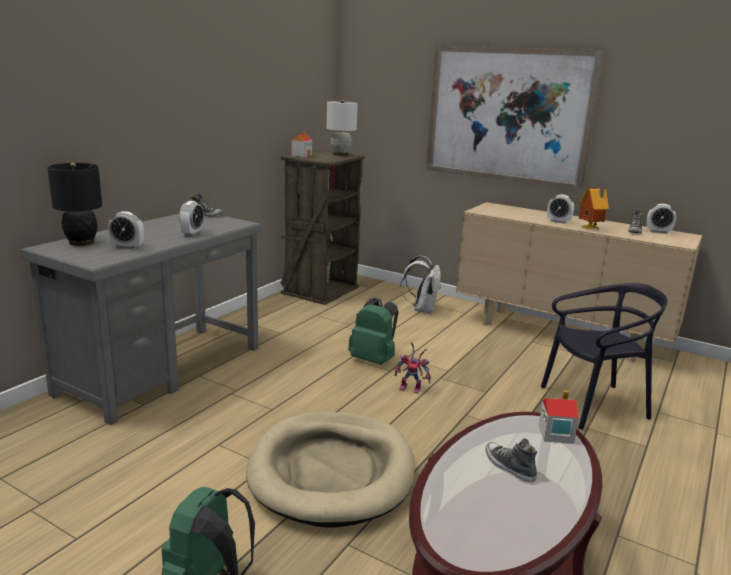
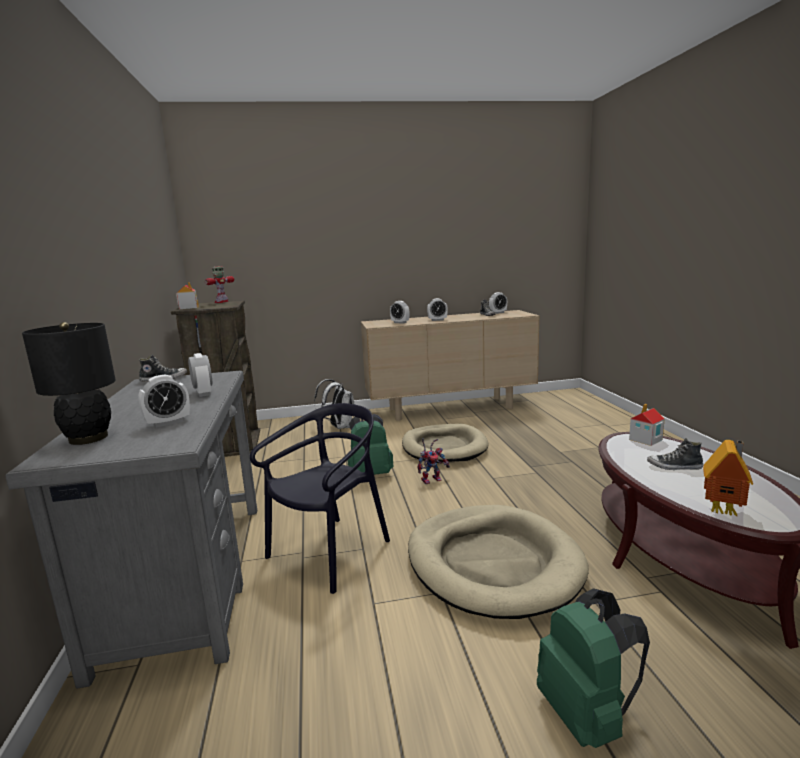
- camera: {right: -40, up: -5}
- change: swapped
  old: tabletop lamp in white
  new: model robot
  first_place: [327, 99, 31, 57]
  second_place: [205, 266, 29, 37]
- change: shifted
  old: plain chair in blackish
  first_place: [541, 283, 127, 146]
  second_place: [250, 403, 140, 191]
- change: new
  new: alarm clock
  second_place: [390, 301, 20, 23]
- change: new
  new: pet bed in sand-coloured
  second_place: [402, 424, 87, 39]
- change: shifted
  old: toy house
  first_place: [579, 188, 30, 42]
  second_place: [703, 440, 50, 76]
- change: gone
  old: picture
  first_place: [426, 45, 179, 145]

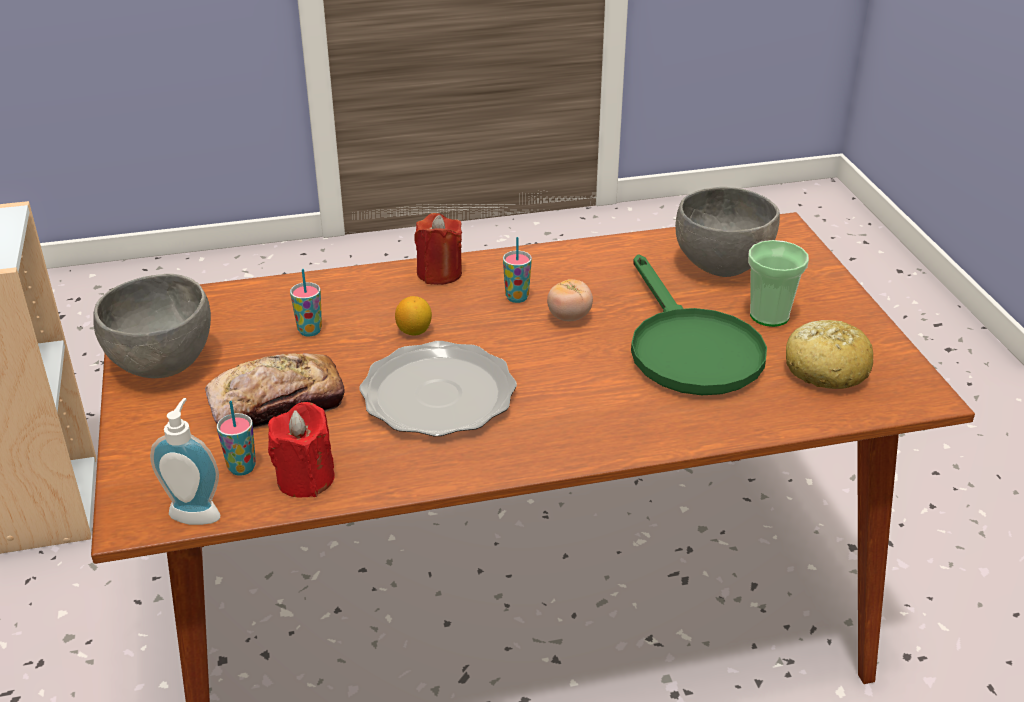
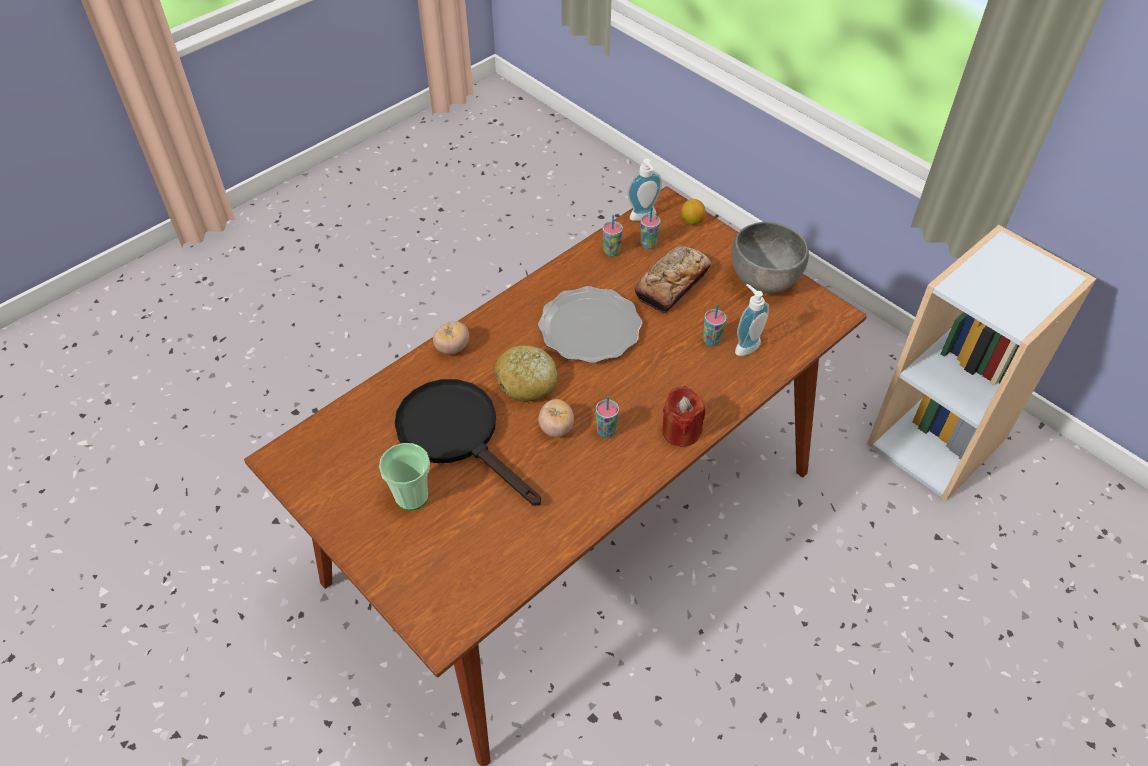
- camera: {right: 150, up: 15}
- change: repainted
  old: skillet in greenish
  new: skillet in blackish
  first_place: [631, 254, 136, 141]
  second_place: [394, 379, 147, 127]
- change: new
  new: whole tomato
  second_place: [433, 321, 36, 33]
- change: shifted
  old: bakery bread
  first_place: [786, 320, 87, 69]
  second_place: [495, 345, 62, 57]
- change: swapped
  old: candle in red-coloured
  new: small cup
  first_place: [268, 402, 67, 96]
  second_place: [603, 215, 20, 42]
- change: shifted
  old: whole lemon
  first_place: [395, 296, 37, 39]
  second_place: [681, 199, 24, 26]
- change: new
  new: liquid soap bottle
  second_place: [735, 284, 34, 72]
- change: gone
  old: deep dish in greyish
  first_place: [675, 187, 105, 90]

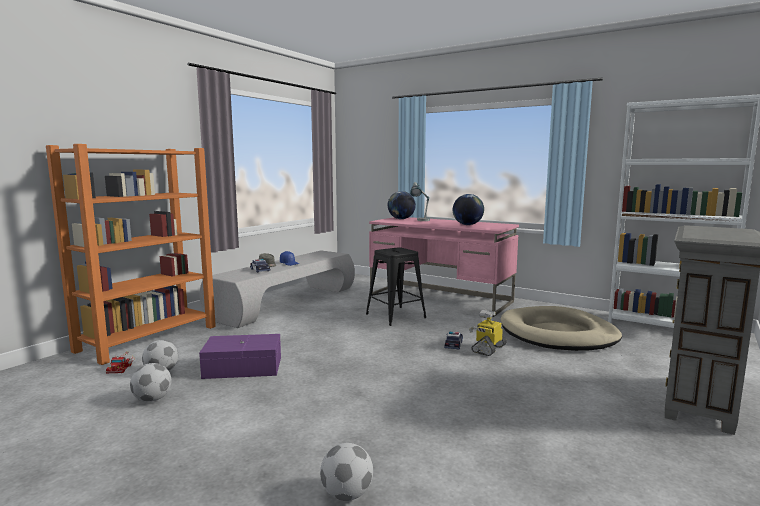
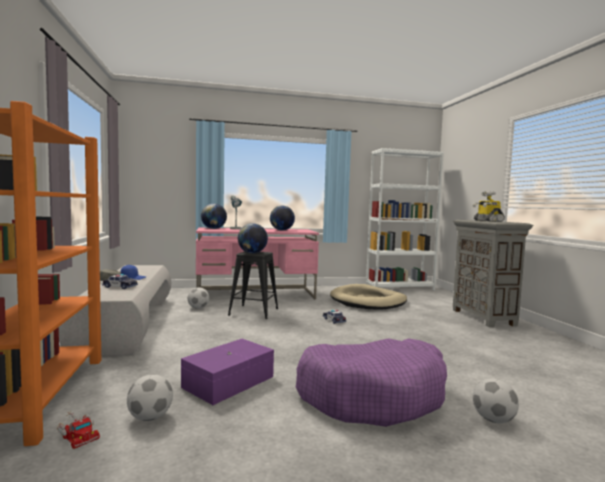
- camera: {right: -45, up: -5}
- change: shifted
  old: football ball
  first_place: [130, 363, 42, 39]
  second_place: [188, 287, 21, 22]
- change: new
  new: desk globe
  second_place: [238, 223, 30, 30]
- change: new
  new: pet bed in purple
  second_place: [296, 338, 151, 89]
- change: shifted
  old: model robot
  first_place: [469, 309, 38, 47]
  second_place: [473, 191, 32, 31]

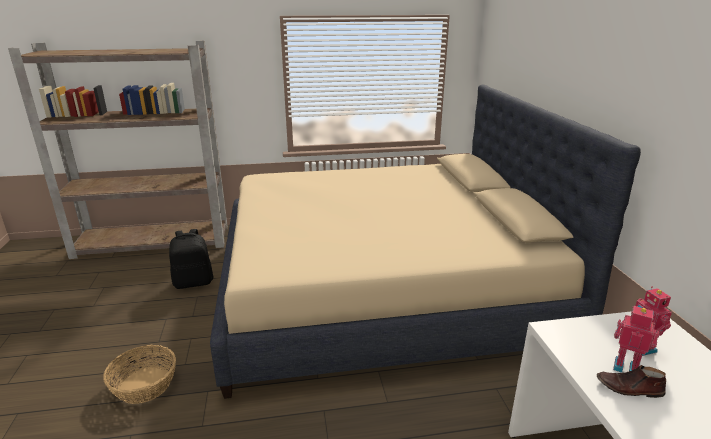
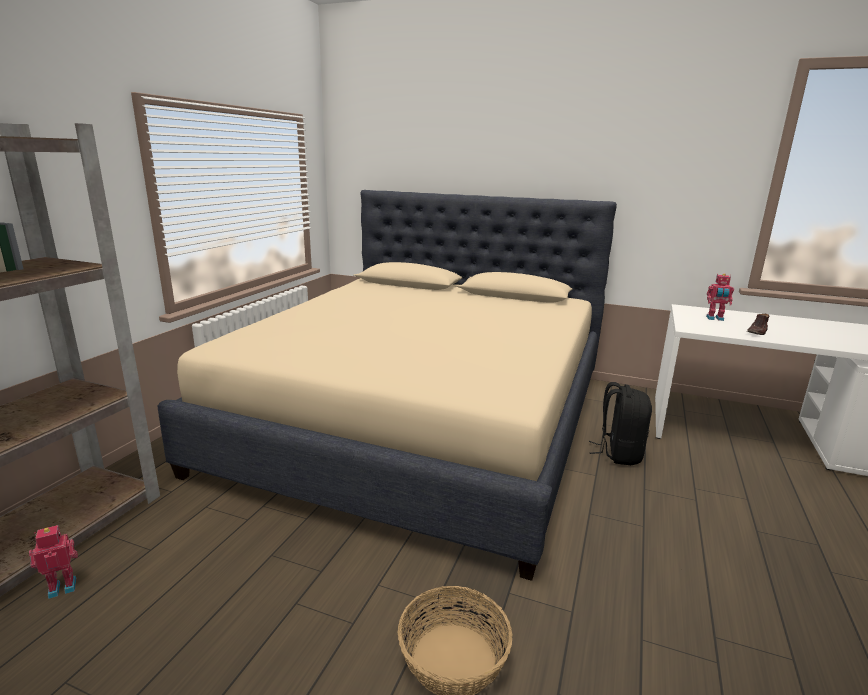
- camera: {right: -60, up: -5}
- change: shifted
  old: model robot
  first_place: [613, 306, 47, 67]
  second_place: [29, 525, 49, 74]
- change: shifted
  old: rucksack in blackish
  first_place: [169, 229, 44, 60]
  second_place: [589, 382, 63, 83]

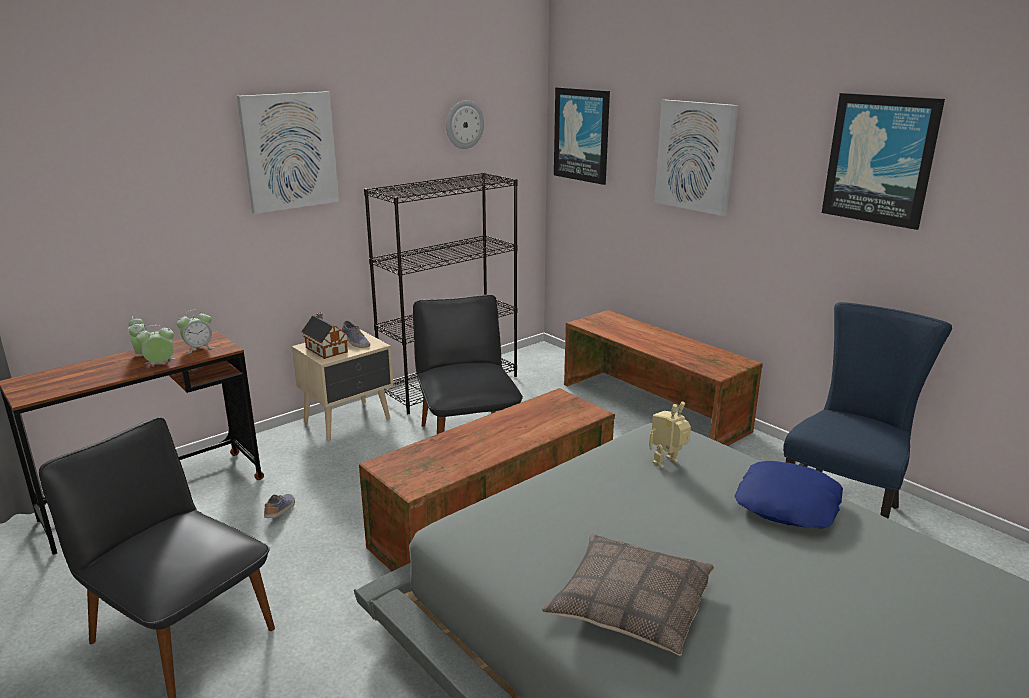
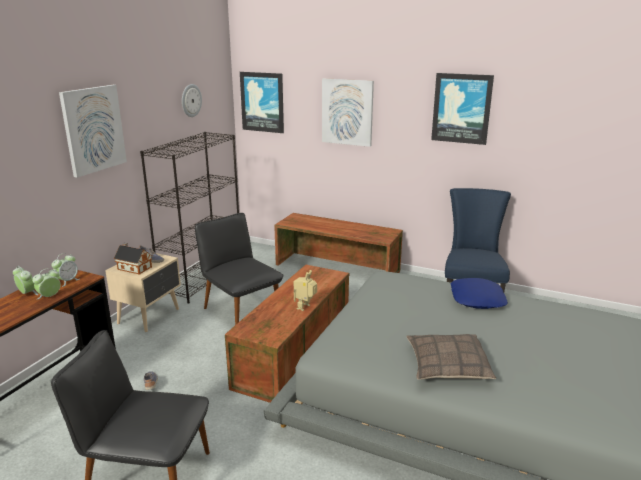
- camera: {right: -25, up: 0}
- change: shifted
  old: model robot
  first_place: [649, 402, 42, 66]
  second_place: [294, 270, 23, 41]

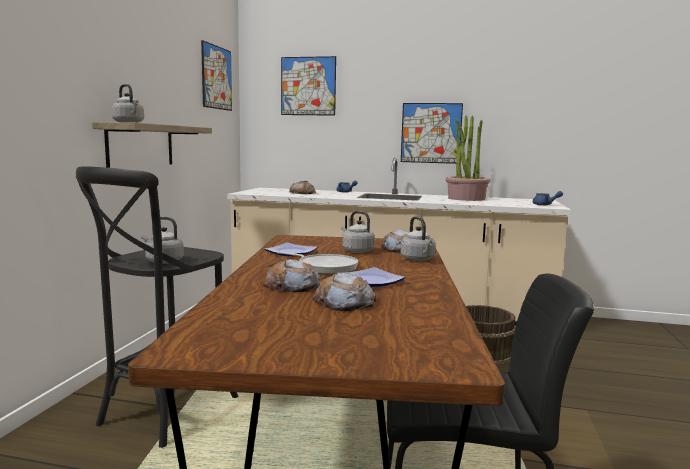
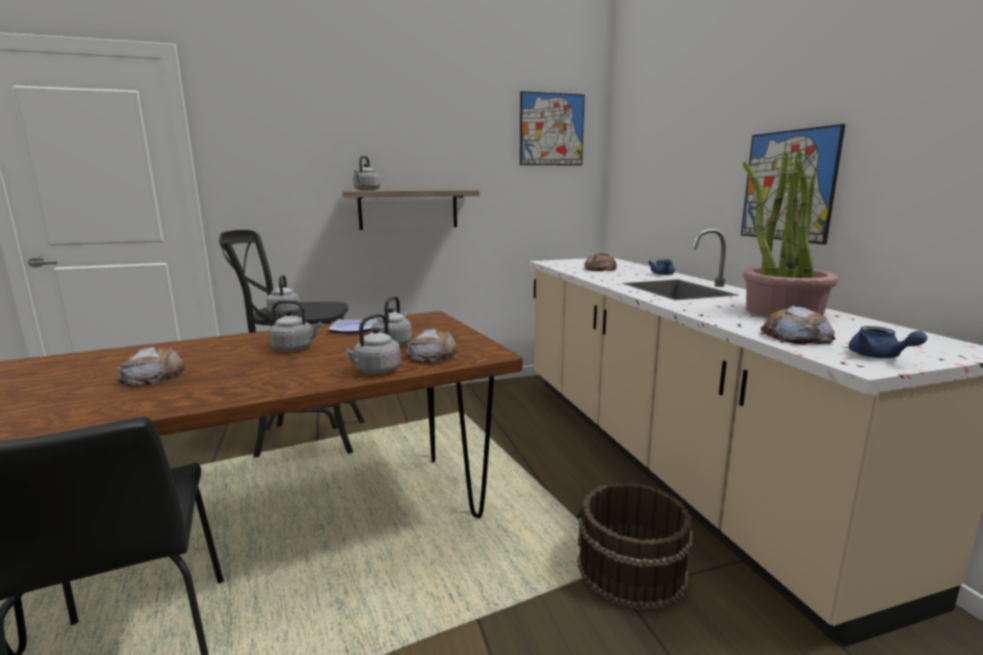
- camera: {right: 60, up: 5}
- change: swapped
  old: skillet
  new: water kettle in greyish
  first_place: [277, 251, 81, 24]
  second_place: [269, 300, 53, 51]
- change: shifted
  old: bakery bread
  first_place: [263, 259, 57, 33]
  second_place: [761, 306, 74, 39]
- change: gone
  old: picture
  first_place: [281, 56, 55, 60]
- change: gone
  old: flat dish
  first_place: [344, 267, 61, 20]

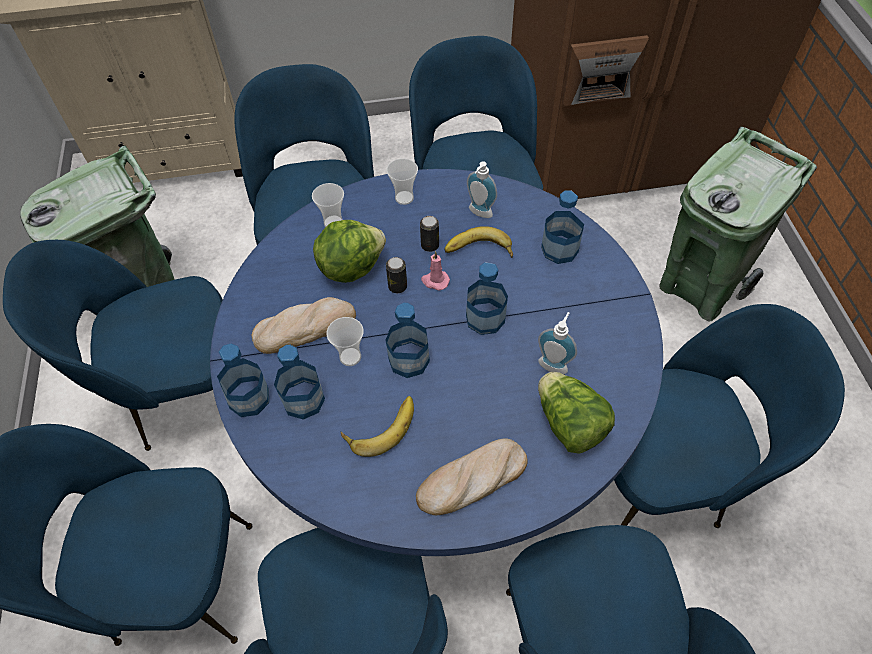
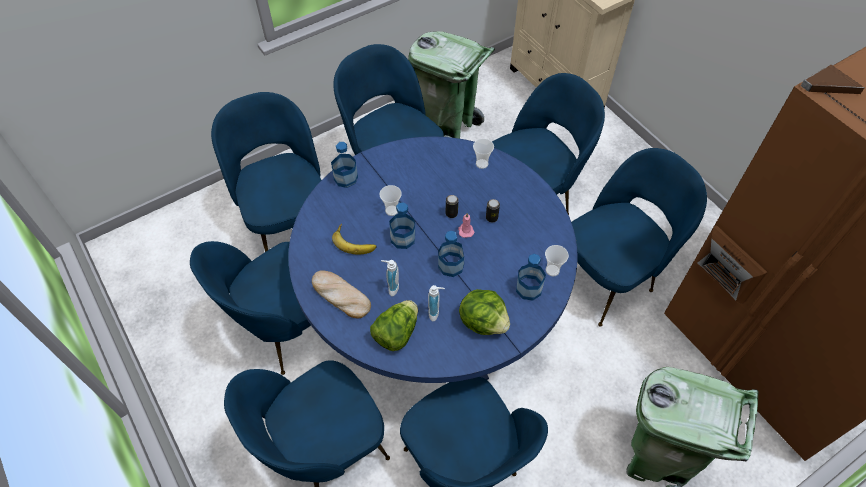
- camera: {right: 65, up: 0}
- change: shifted
  old: liquid soap bottle
  first_place: [467, 161, 30, 57]
  second_place: [381, 260, 18, 36]
- change: shifted
  old: lettuce
  first_place: [313, 220, 73, 63]
  second_place: [459, 289, 51, 46]
- change: shifted
  old: small cup
  first_place: [387, 158, 31, 47]
  second_place: [545, 245, 24, 31]
- change: gone
  old: bakery bread
  first_place: [252, 297, 104, 57]
- change: gone
  old: bottle
  first_place: [274, 345, 51, 75]
- change: gone
  old: banana fruit
  first_place: [444, 226, 69, 32]

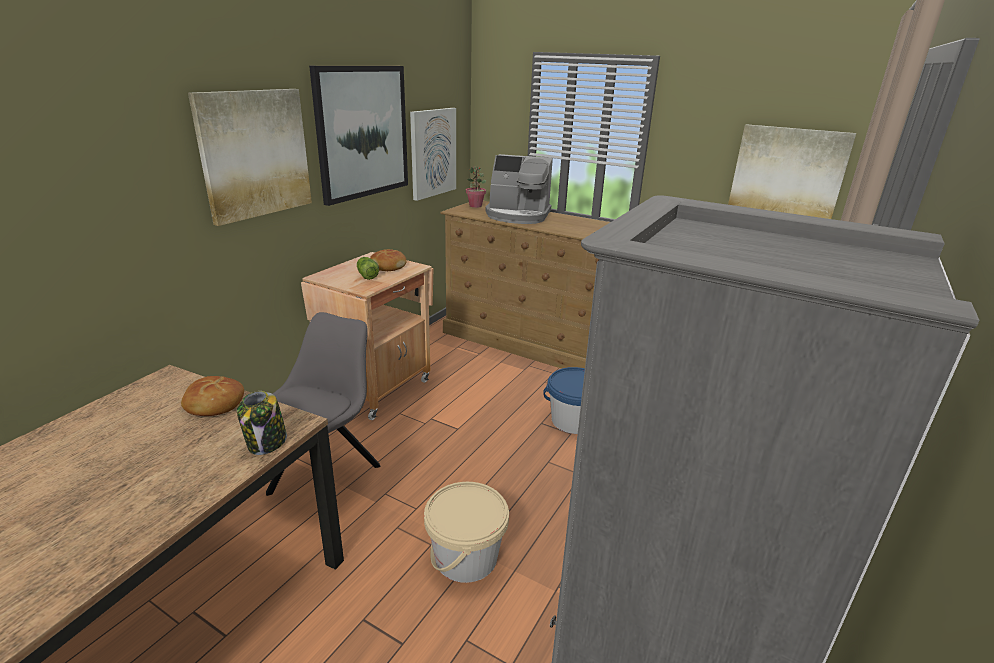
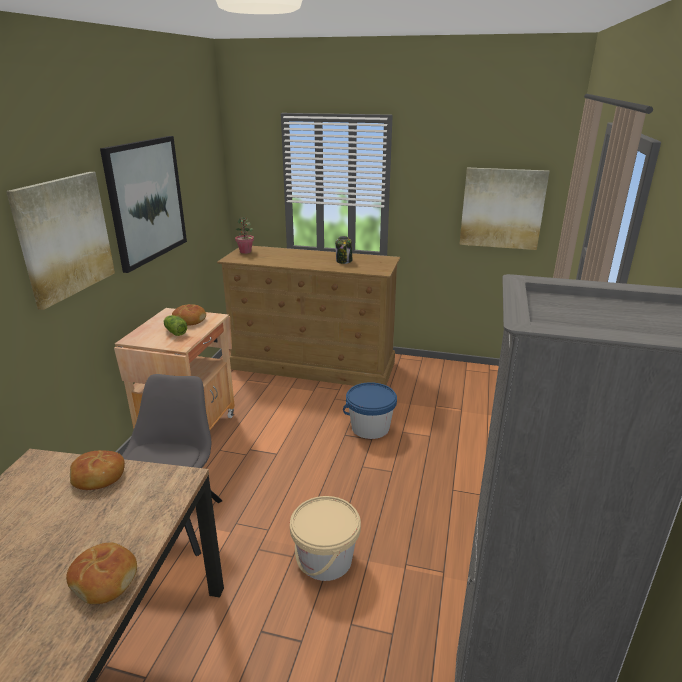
- camera: {right: -15, up: 0}
- change: new
  new: bakery bread
  second_place: [66, 542, 71, 62]
- change: shifted
  old: jar
  first_place: [237, 391, 50, 64]
  second_place: [335, 236, 17, 28]
- change: gone
  old: picture
  first_place: [410, 108, 46, 93]
- change: gone
  old: coffee maker
  first_place: [486, 154, 67, 70]

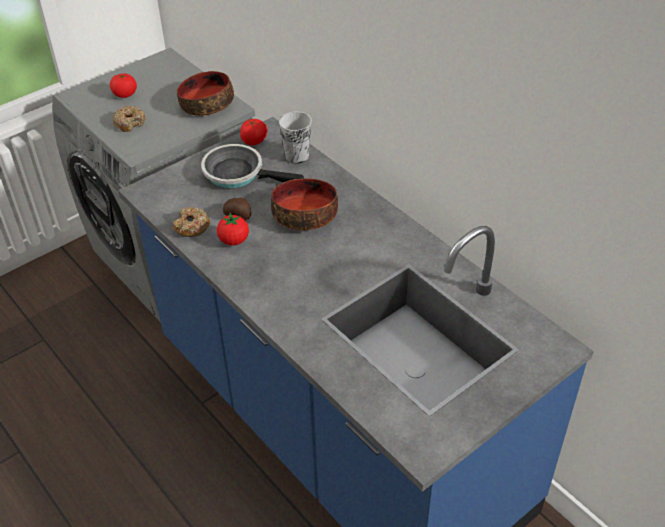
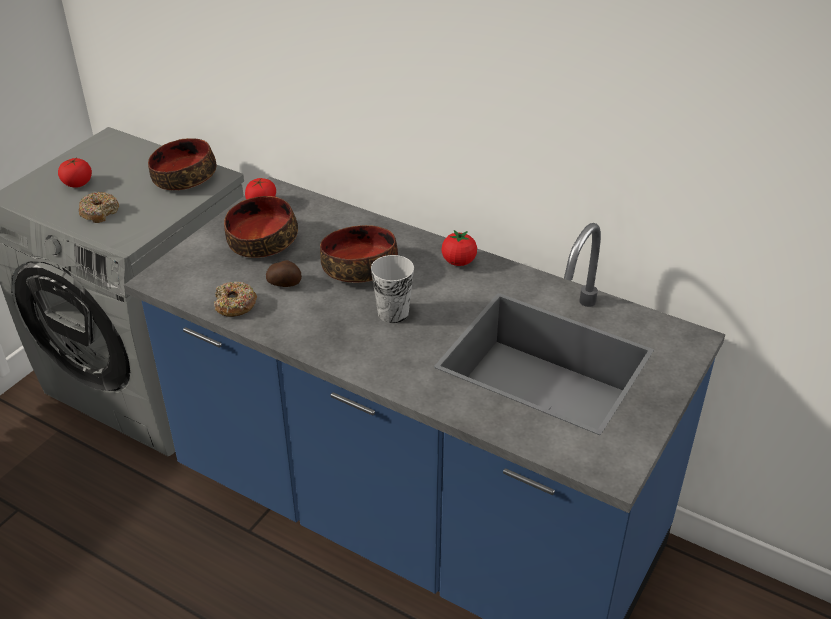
- camera: {right: -20, up: -5}
- change: swapped
  old: skillet
  new: deep dish
  first_place: [201, 144, 103, 44]
  second_place: [224, 196, 74, 62]
- change: shifted
  old: small cup
  first_place: [279, 112, 33, 52]
  second_place: [371, 255, 43, 68]
- change: shifted
  old: whole tomato
  first_place: [217, 213, 32, 33]
  second_place: [441, 230, 36, 36]

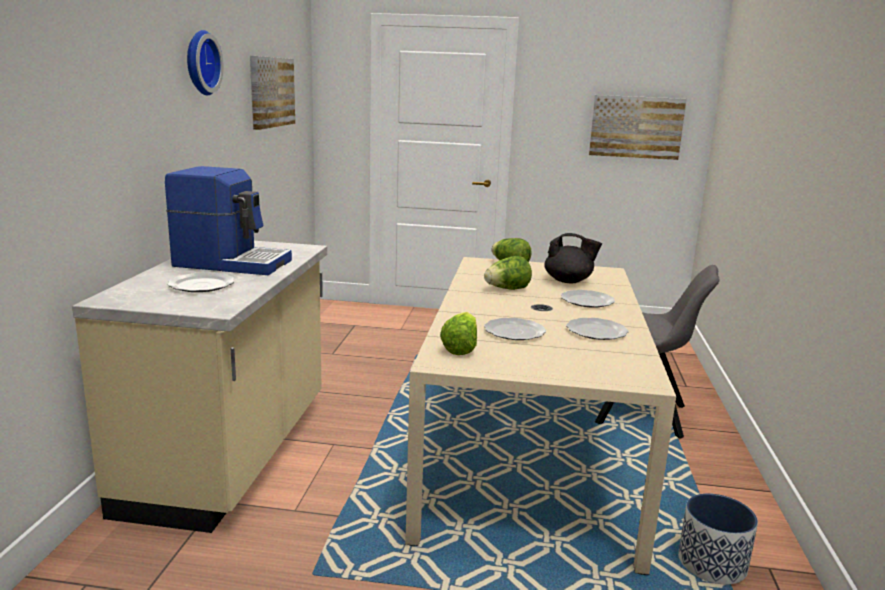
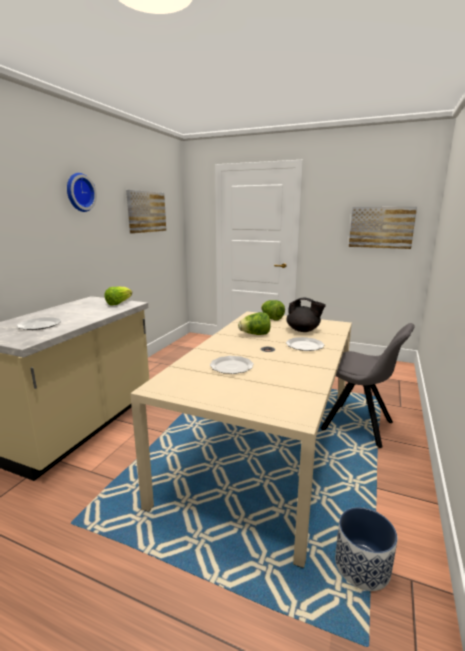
- camera: {right: 15, up: 0}
- change: shifted
  old: lettuce
  first_place: [440, 312, 37, 43]
  second_place: [104, 286, 28, 20]
- change: gone
  old: coffee maker
  first_place: [165, 166, 127, 109]
- change: gone
  old: flat dish
  first_place: [566, 318, 63, 22]

